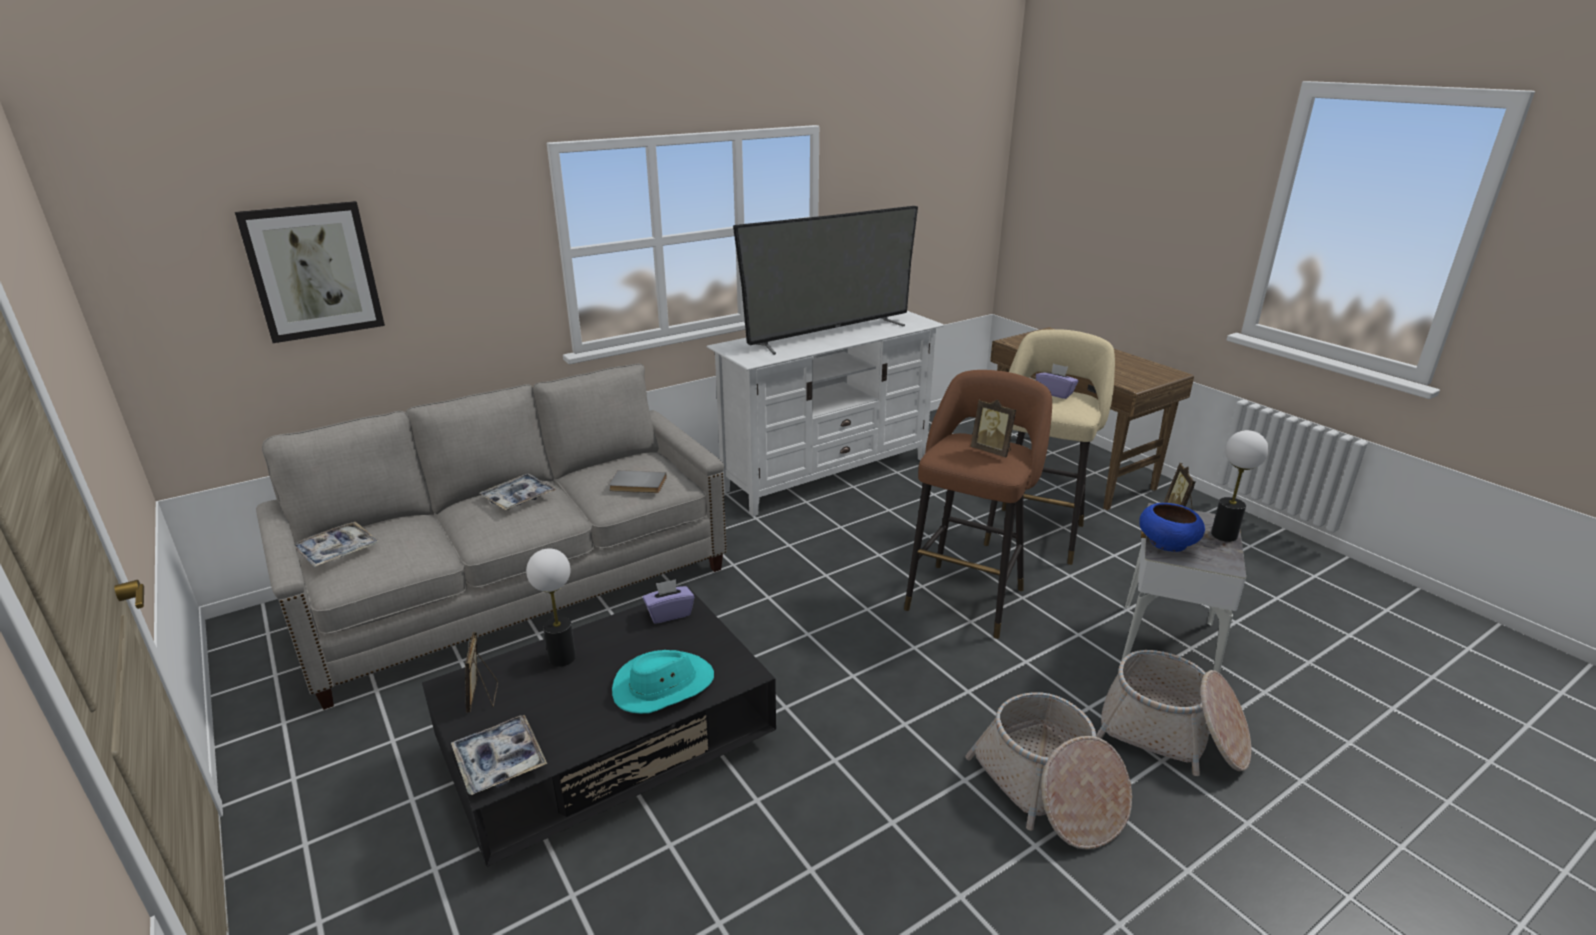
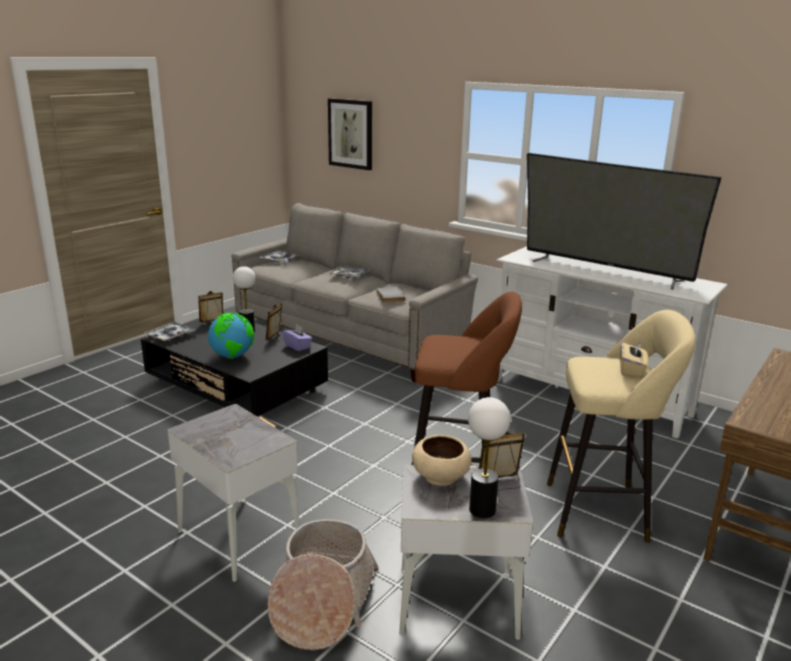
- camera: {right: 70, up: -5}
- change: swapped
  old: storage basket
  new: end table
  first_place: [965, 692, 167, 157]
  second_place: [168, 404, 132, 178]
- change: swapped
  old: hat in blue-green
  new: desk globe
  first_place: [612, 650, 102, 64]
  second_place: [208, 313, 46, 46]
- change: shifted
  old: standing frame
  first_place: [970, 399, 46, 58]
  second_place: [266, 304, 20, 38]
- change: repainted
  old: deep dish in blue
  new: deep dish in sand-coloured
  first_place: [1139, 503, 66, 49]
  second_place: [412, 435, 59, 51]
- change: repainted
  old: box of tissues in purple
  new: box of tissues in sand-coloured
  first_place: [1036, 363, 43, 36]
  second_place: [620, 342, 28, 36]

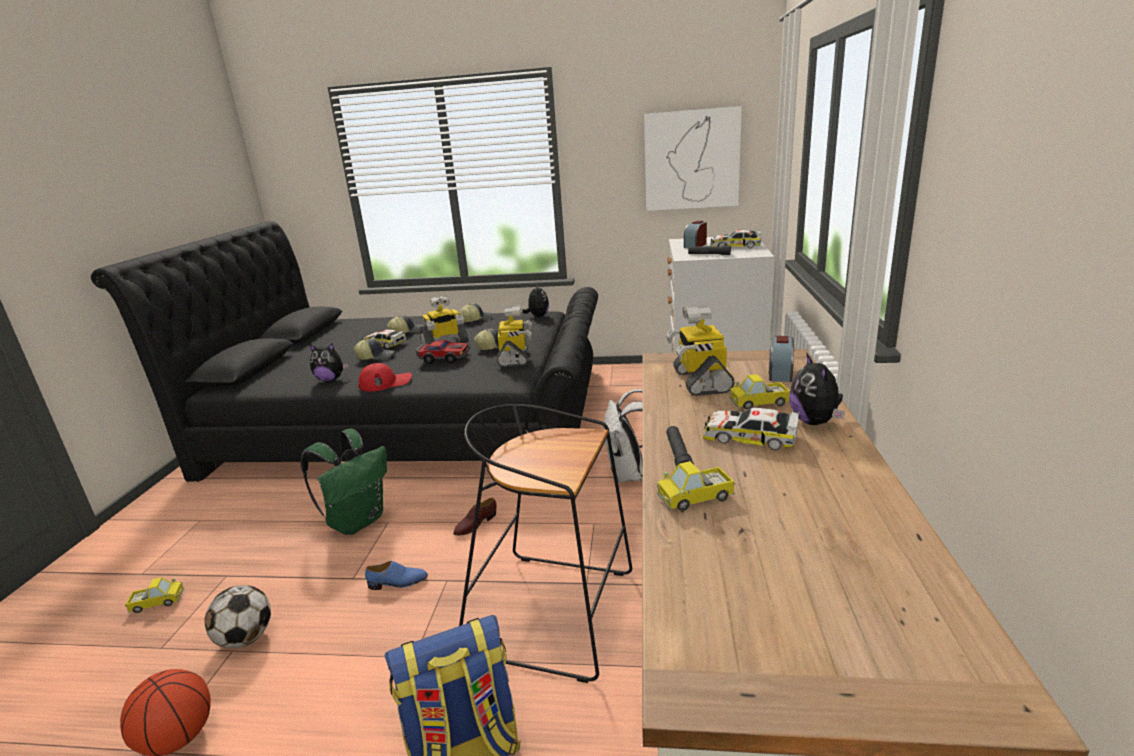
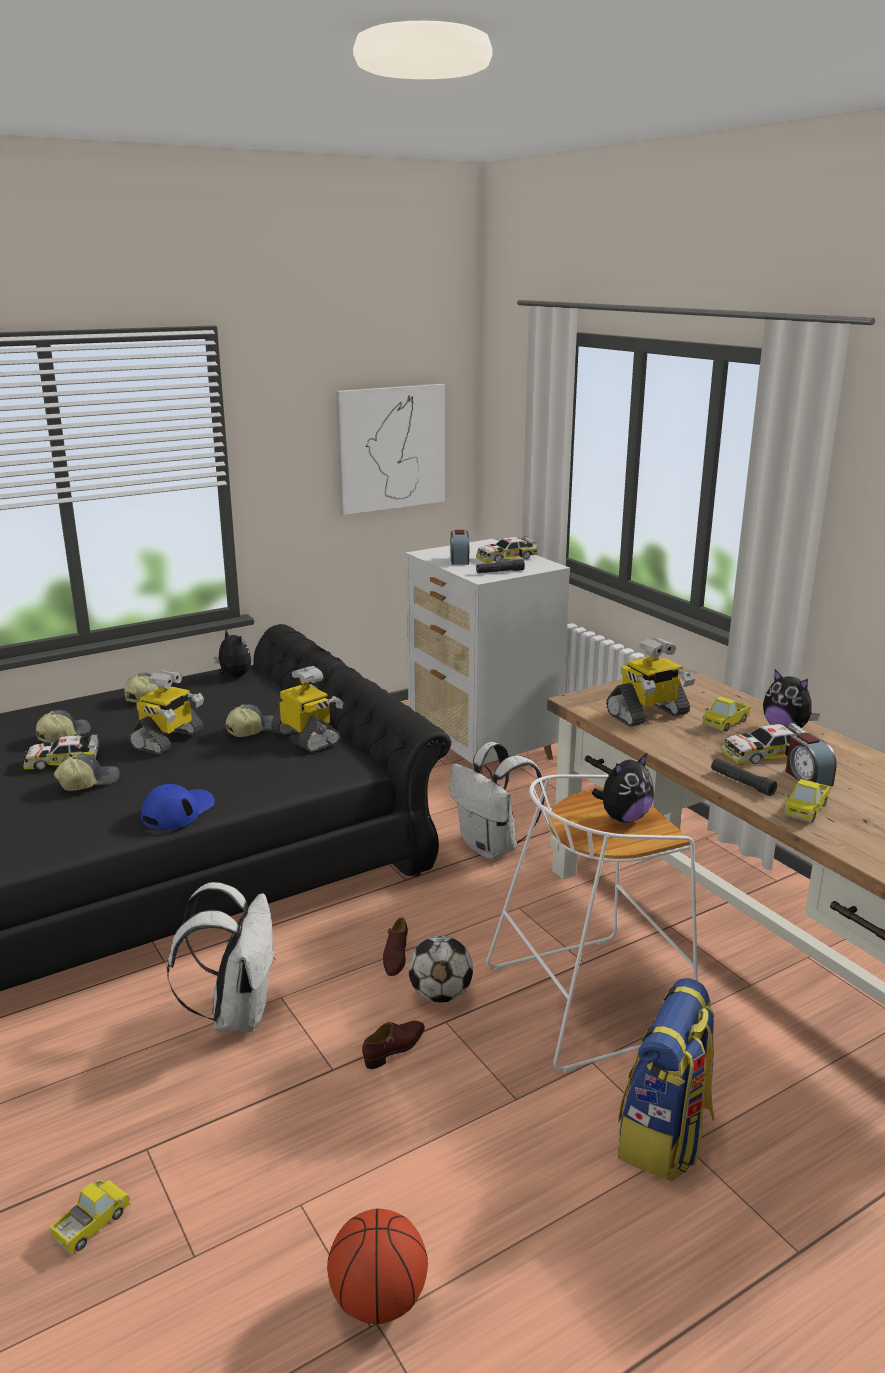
- camera: {right: -40, up: 0}
- change: repainted
  old: cap in red-coloured
  new: cap in blue
  first_place: [358, 363, 54, 28]
  second_place: [141, 784, 74, 46]
- change: repainted
  old: rucksack in greenish
  new: rucksack in white
  first_place: [300, 428, 87, 107]
  second_place: [167, 882, 109, 150]
- change: repainted
  old: low shoe in blue
  new: low shoe in brown-coloured
  first_place: [365, 561, 63, 29]
  second_place: [362, 1021, 63, 48]
- change: shifted
  old: football ball
  first_place: [204, 585, 67, 63]
  second_place: [408, 935, 65, 68]
- change: repainted
  old: stool in blackish
  new: stool in white
  first_place: [459, 404, 173, 279]
  second_place: [486, 774, 212, 299]
- change: shifted
  old: cuddly toy
  first_place: [310, 344, 39, 38]
  second_place: [592, 753, 62, 70]
- change: rotated
  old: model robot
  first_place: [666, 305, 68, 91]
  second_place: [606, 637, 89, 90]
  degrees: -75
- change: shifted
  old: alarm clock
  first_place: [769, 336, 25, 46]
  second_place: [786, 733, 51, 54]
- change: gone
  old: model car
  first_place: [416, 340, 53, 24]

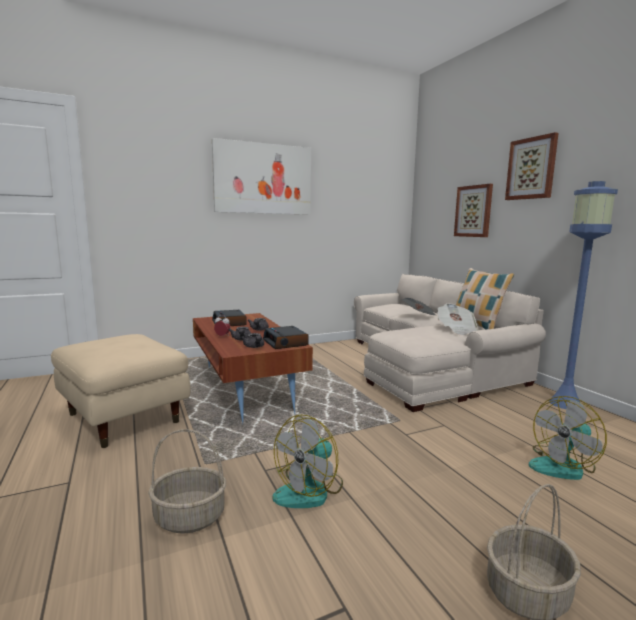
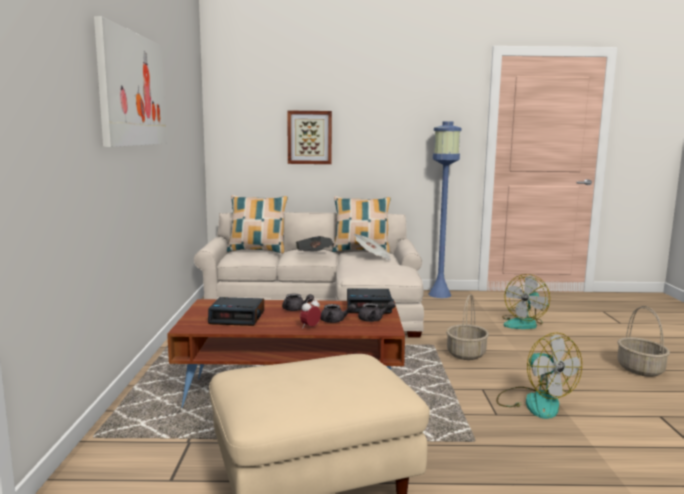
- camera: {right: -65, up: 0}
- change: new
  new: throw pillow
  second_place: [227, 195, 61, 58]
- change: shifted
  old: storage basket
  first_place: [148, 429, 78, 105]
  second_place: [446, 294, 43, 66]
- change: rotated
  old: cooling fan
  first_place: [529, 396, 78, 84]
  second_place: [502, 274, 48, 55]
  degrees: 45
- change: gone
  old: picture
  first_place: [505, 132, 54, 68]

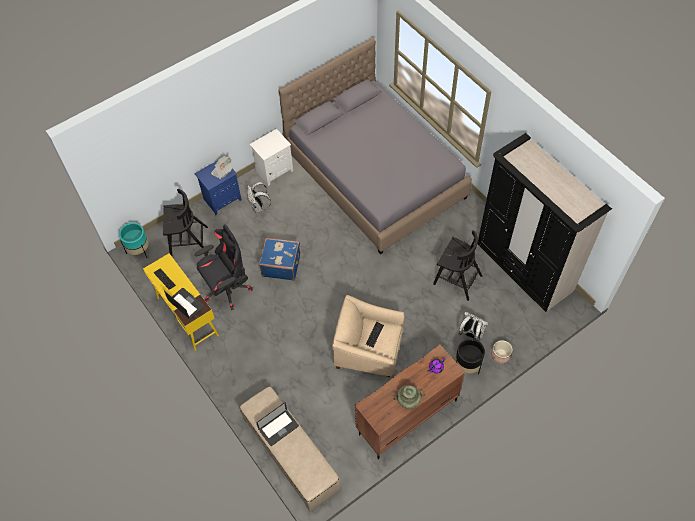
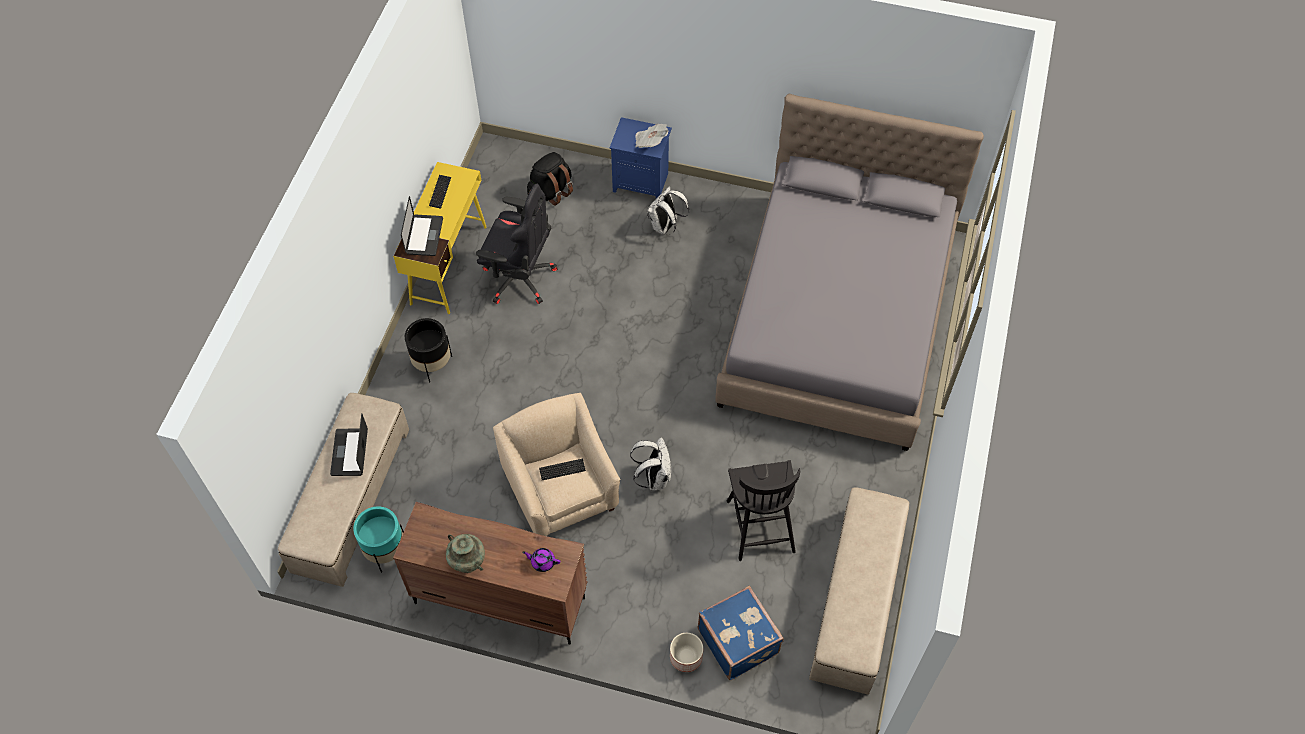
- camera: {right: 50, up: 0}
- change: rotated
  old: laptop
  first_place: [257, 402, 42, 44]
  second_place: [330, 413, 38, 63]
  degrees: 75
- change: shifted
  old: planter in blue-green
  first_place: [119, 223, 30, 34]
  second_place: [353, 506, 51, 66]
- change: shifted
  old: planter in blackish
  first_place: [455, 339, 30, 36]
  second_place: [405, 318, 47, 64]
- change: swapped
  old: plain chair in blackish
  new: rucksack in blackish
  first_place: [163, 189, 45, 67]
  second_place: [527, 152, 46, 54]
- change: shifted
  old: rucksack in white
  first_place: [459, 312, 30, 29]
  second_place: [630, 437, 41, 53]
- change: shifted
  old: suitcase in blue
  first_place: [259, 238, 41, 43]
  second_place: [698, 586, 86, 94]
- change: swapped
  old: clothes cupboard in blackish
  new: indoor bench in sand-coloured
  first_place: [477, 133, 135, 179]
  second_place: [809, 487, 100, 208]
- change: gone
  old: nightstand in white
  first_place: [249, 129, 44, 57]

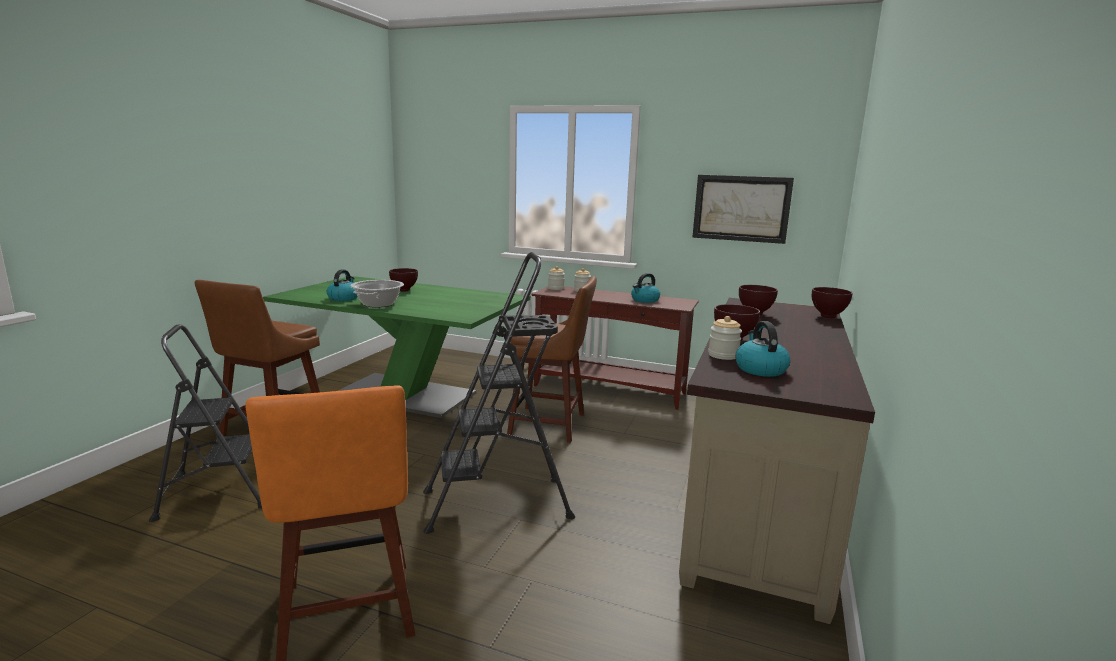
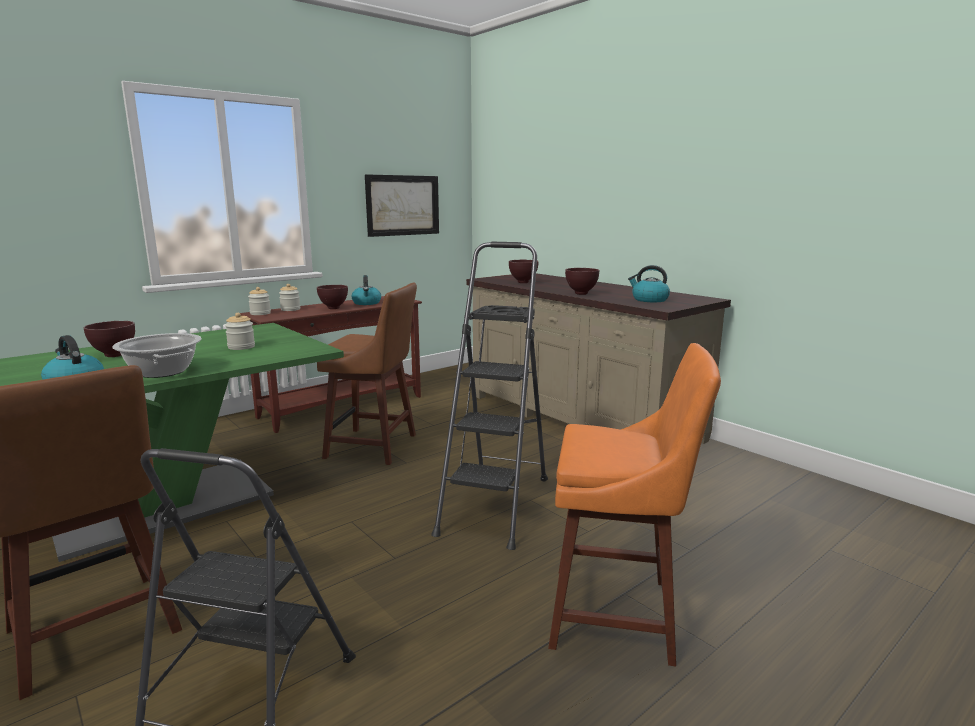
- camera: {right: -60, up: 0}
- change: shifted
  old: jar
  first_place: [708, 316, 34, 44]
  second_place: [225, 313, 30, 37]
- change: rotated
  old: plain chair in brown-coloured
  first_place: [507, 276, 90, 167]
  second_place: [317, 283, 100, 182]
  degrees: 60
- change: shifted
  old: deep dish in brown-coloured
  first_place: [812, 287, 41, 31]
  second_place: [317, 285, 31, 24]

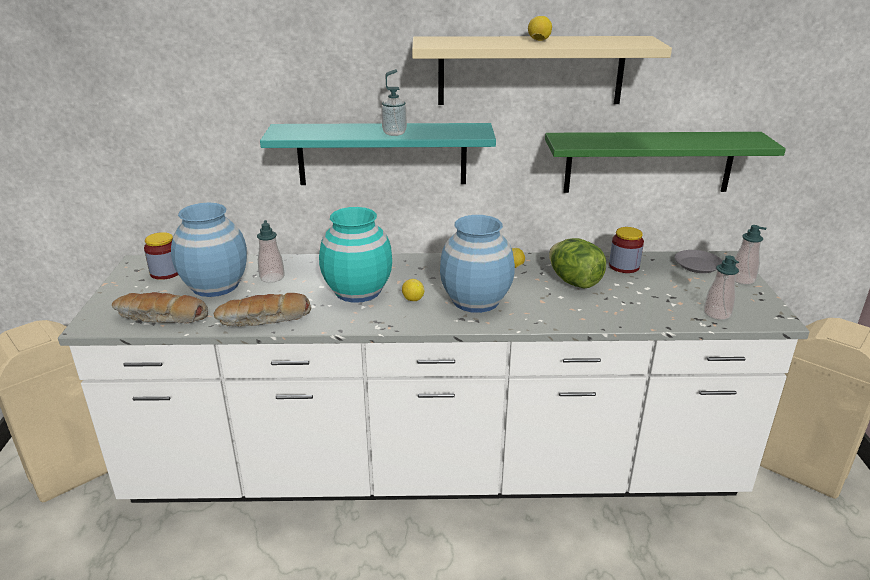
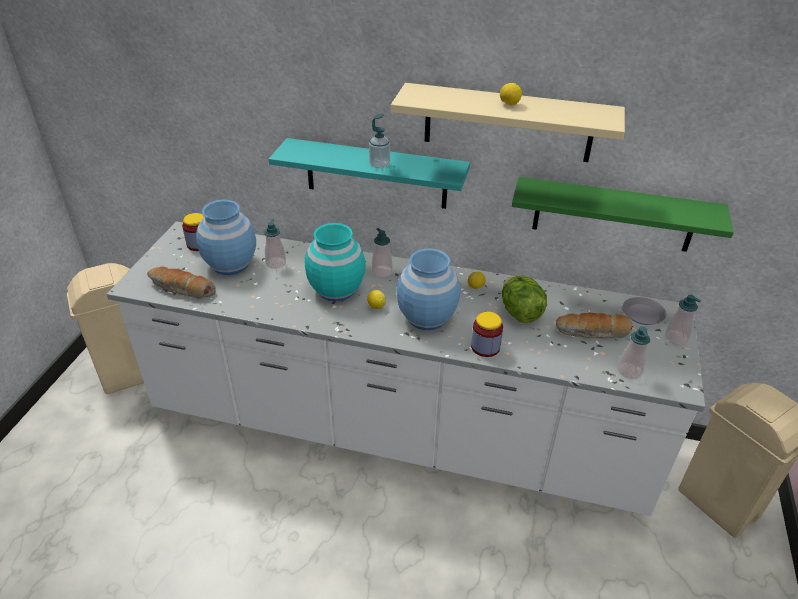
- camera: {right: 15, up: 10}
- change: new
  new: liquid soap bottle
  second_place: [372, 228, 20, 50]
- change: shifted
  old: jar
  first_place: [609, 227, 35, 46]
  second_place: [471, 312, 32, 45]
- change: shifted
  old: bakery bread
  first_place: [214, 293, 97, 34]
  second_place: [556, 312, 77, 26]

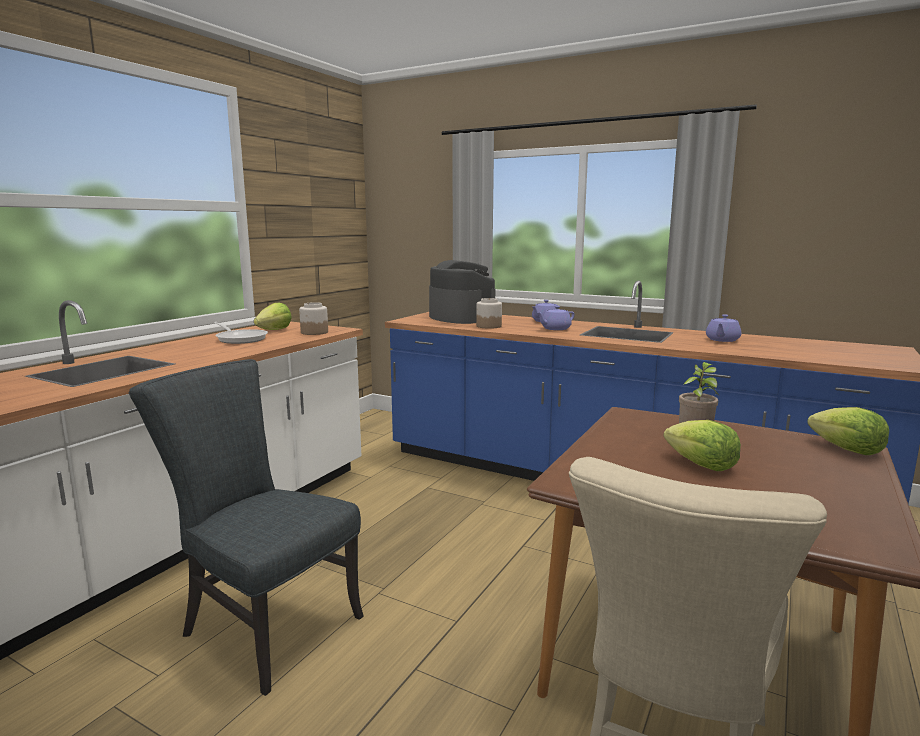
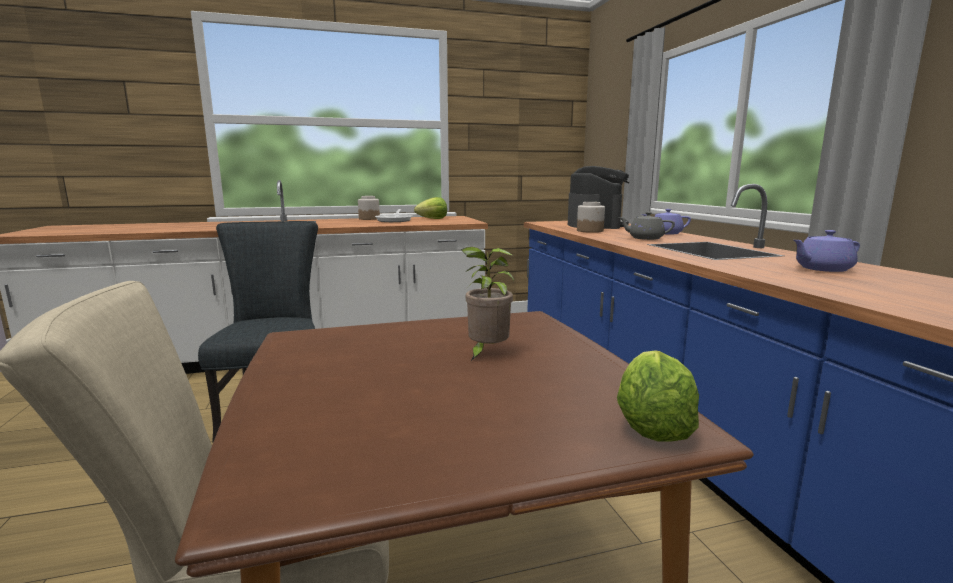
- camera: {right: 45, up: 0}
- change: shifted
  old: jar
  first_place: [299, 302, 29, 33]
  second_place: [358, 196, 22, 24]
- change: repainted
  old: teapot in purple
  new: teapot in greyish
  first_place: [537, 306, 38, 24]
  second_place: [619, 212, 56, 28]
- change: gone
  old: lettuce
  first_place: [663, 420, 78, 51]

